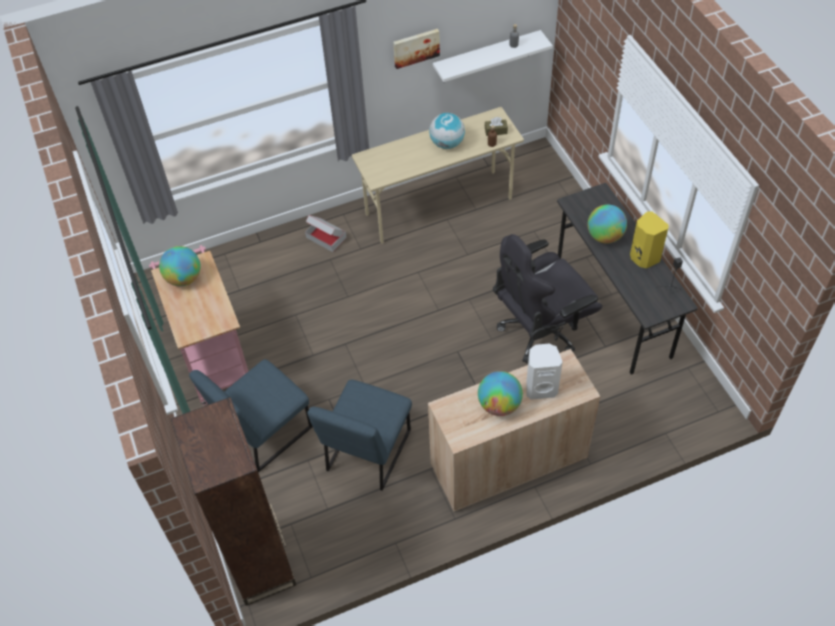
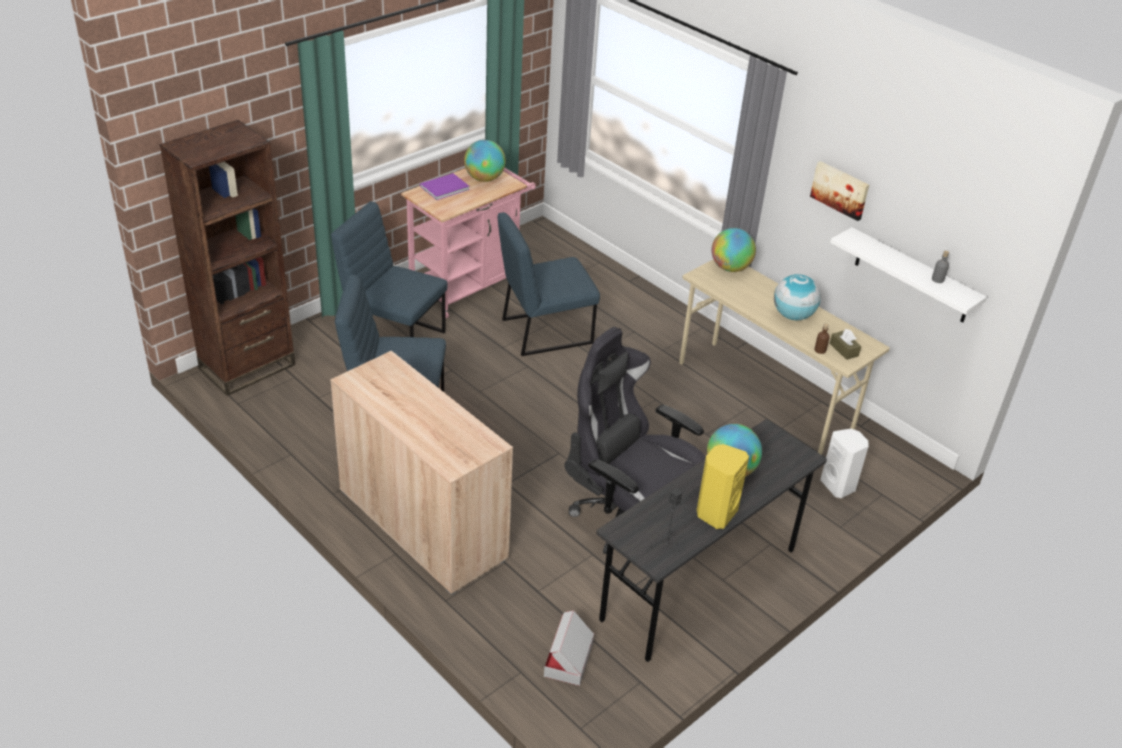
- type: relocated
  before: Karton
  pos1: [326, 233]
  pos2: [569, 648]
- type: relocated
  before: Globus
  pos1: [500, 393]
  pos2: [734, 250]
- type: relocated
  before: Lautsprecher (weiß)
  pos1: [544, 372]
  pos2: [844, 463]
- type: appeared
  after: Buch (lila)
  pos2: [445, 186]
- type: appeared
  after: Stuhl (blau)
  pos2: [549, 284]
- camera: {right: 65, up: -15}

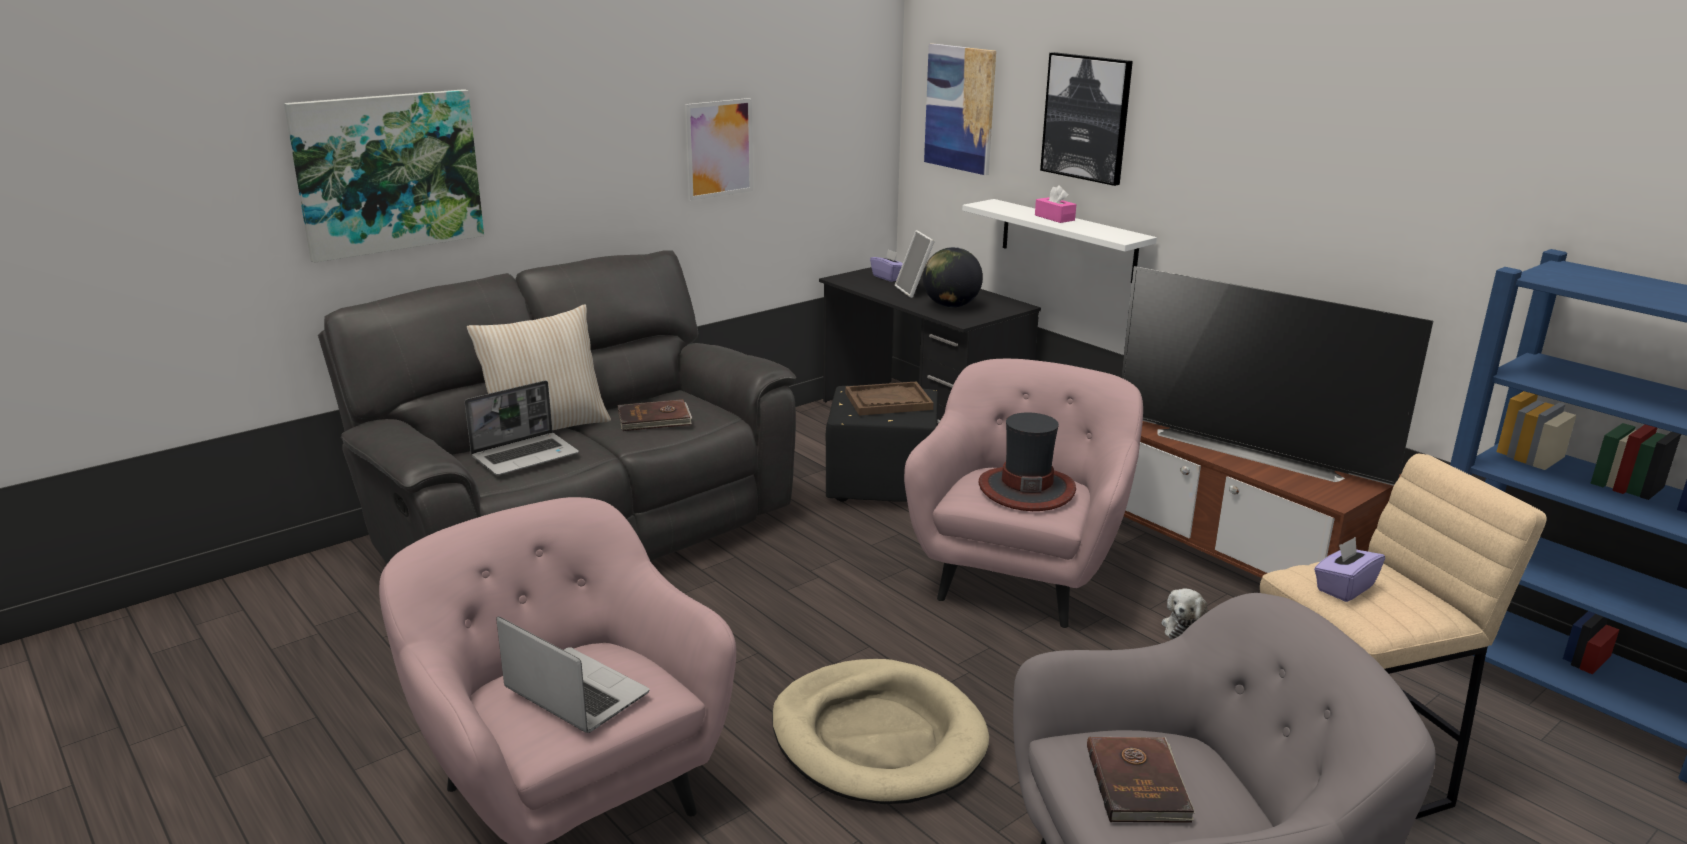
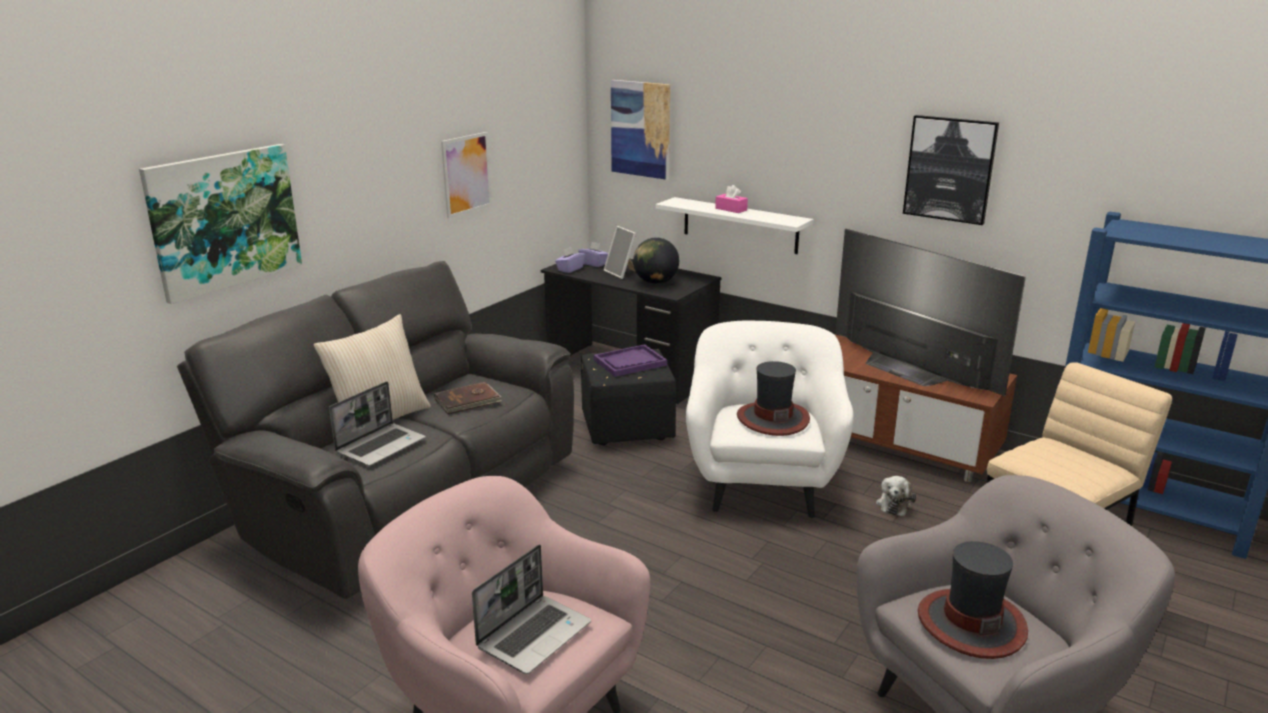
- type: spun
  before: Laptop
  pos1: [572, 674]
  pos2: [531, 609]
  turn: 105
- type: missing
  before: Hundebett (beige)
  pos1: [880, 731]
- type: colour
  before: Tablett (braun)
  after: Tablett (lila)
  pos1: [889, 398]
  pos2: [630, 360]
- type: colour
  before: Sessel (rosa)
  after: Sessel (weiß)
  pos1: [1023, 493]
  pos2: [769, 419]
- type: relocated
  before: Bild
  pos1: [1086, 119]
  pos2: [951, 170]
- type: exchanged
  before: Buch (braun)
  after: Hut
  pos1: [1141, 780]
  pos2: [973, 600]
- type: spun
  before: Fernseher
  pos1: [1277, 376]
  pos2: [931, 312]
  turn: -150
- type: relocated
  before: Taschentuchbox (lila)
  pos1: [1349, 569]
  pos2: [570, 259]
- camera: {right: -15, up: 0}

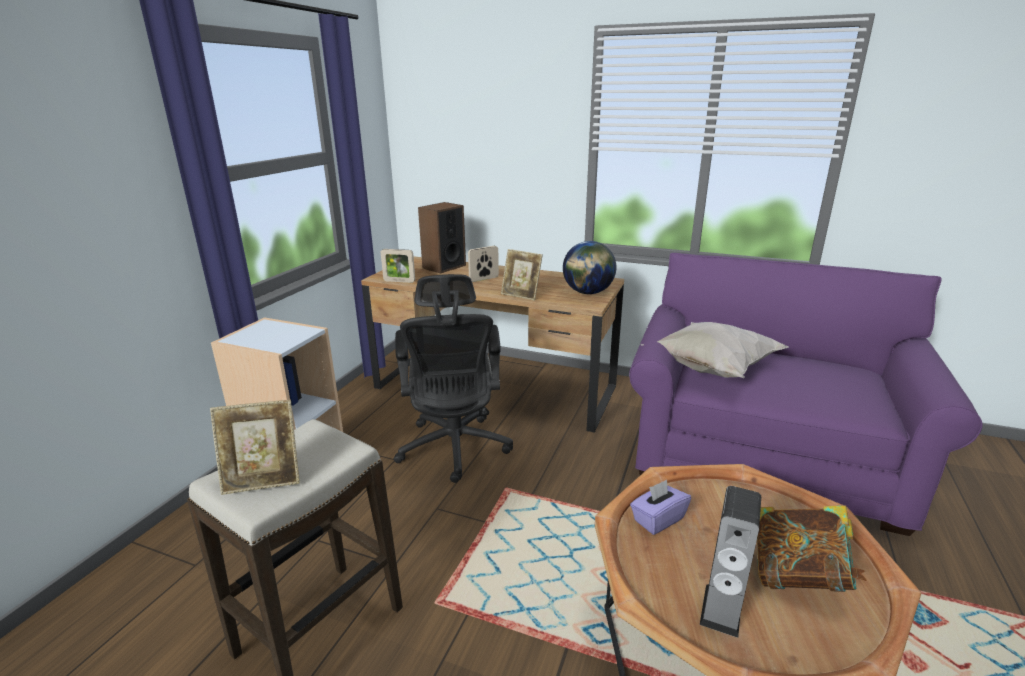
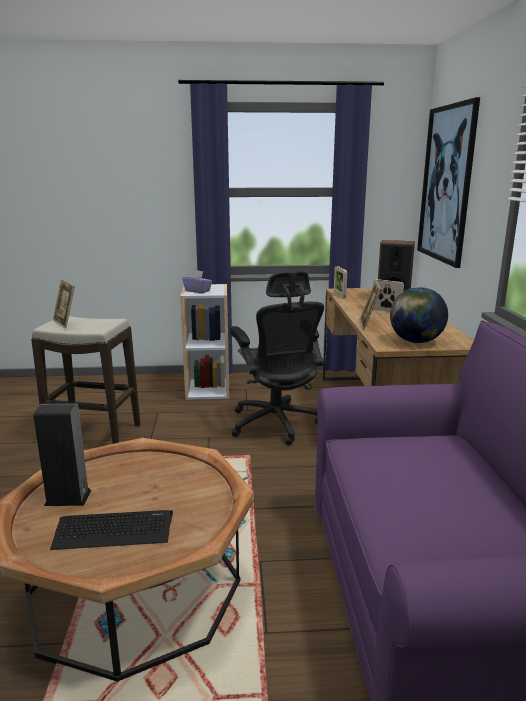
- type: spun
  before: Bürostuhl
  pos1: [453, 378]
  pos2: [277, 358]
  turn: -75
- type: relocated
  before: Taschentuchbox (lila)
  pos1: [660, 507]
  pos2: [197, 281]
- type: missing
  before: Kissen (weiß)
  pos1: [714, 350]
- type: exchanged
  before: Buch
  after: Tastatur
  pos1: [812, 548]
  pos2: [111, 530]
- type: appeared
  after: Bild
  pos2: [448, 182]
- camera: {right: 65, up: -5}

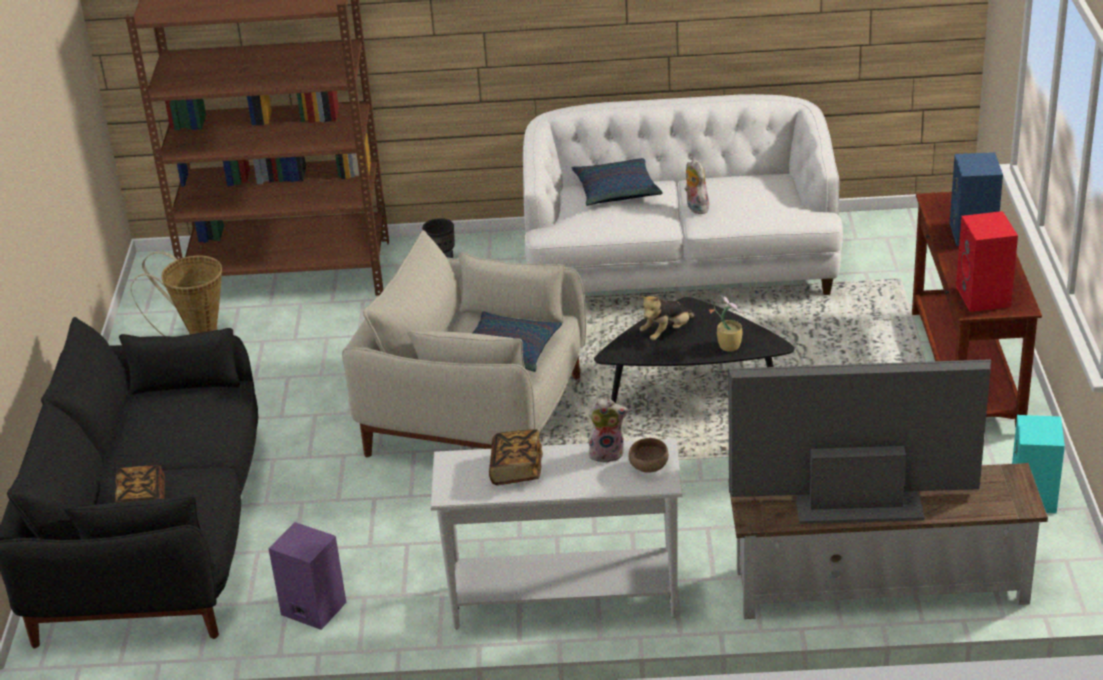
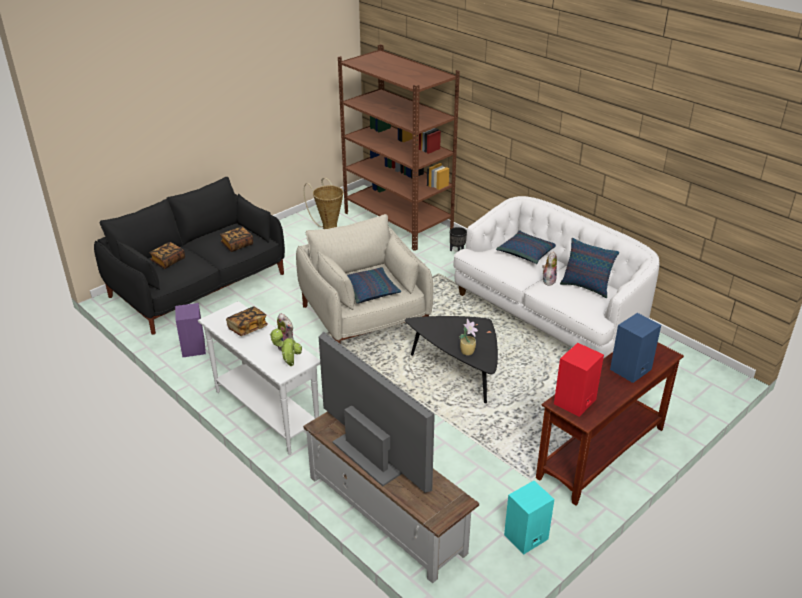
- type: exchanged
  before: Schüssel (braun)
  after: Topfpflanze
  pos1: [649, 455]
  pos2: [286, 347]
- type: missing
  before: Plüschtier
  pos1: [668, 318]
- type: appeared
  after: Buch
  pos2: [236, 239]
- type: appeared
  after: Kissen (blau)
  pos2: [589, 268]
- camera: {right: 45, up: 0}

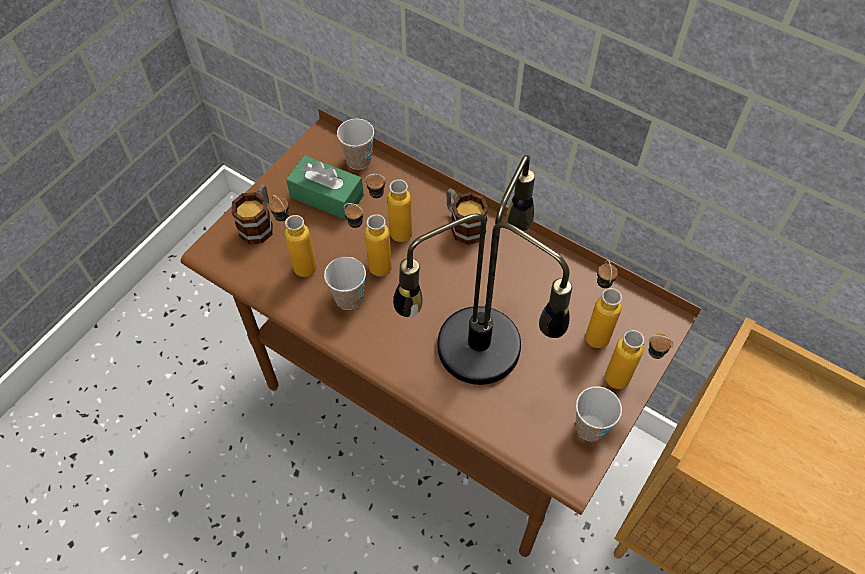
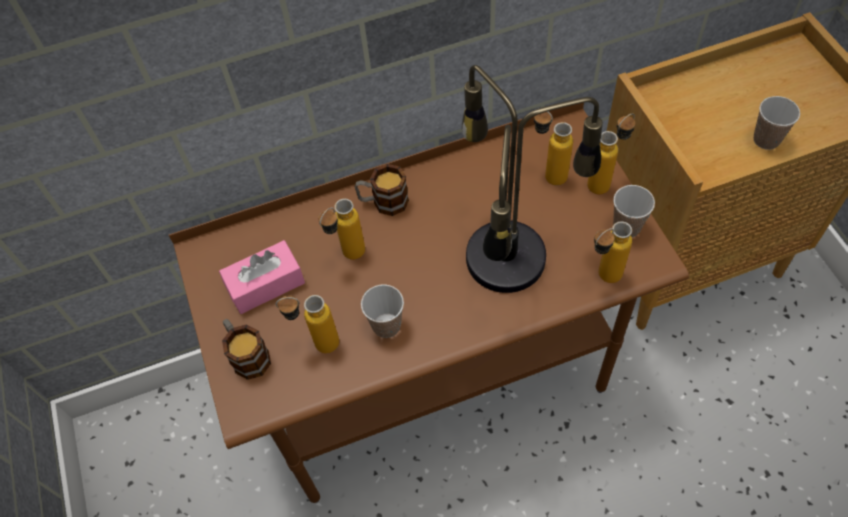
- type: colour
  before: Taschentuchbox (grün)
  after: Taschentuchbox (rosa)
  pos1: [325, 187]
  pos2: [262, 277]
- type: relocated
  before: Tasse
  pos1: [355, 144]
  pos2: [777, 123]
- type: relocated
  before: Flasche
  pos1: [368, 239]
  pos2: [613, 252]
- camera: {right: -50, up: 0}

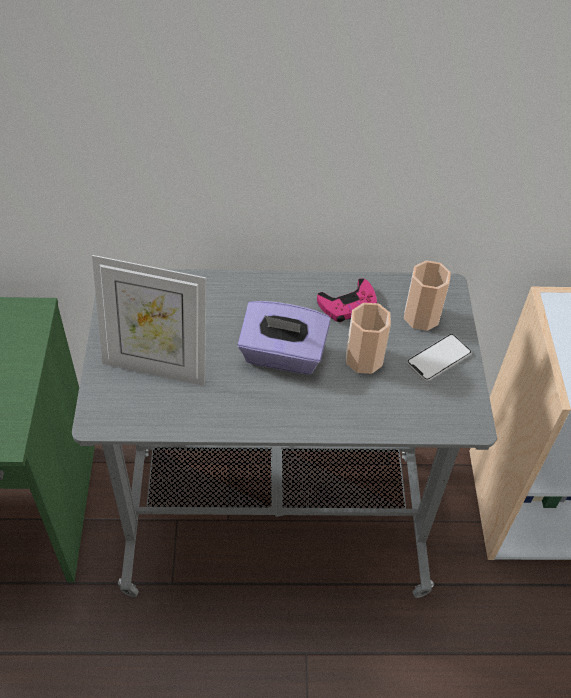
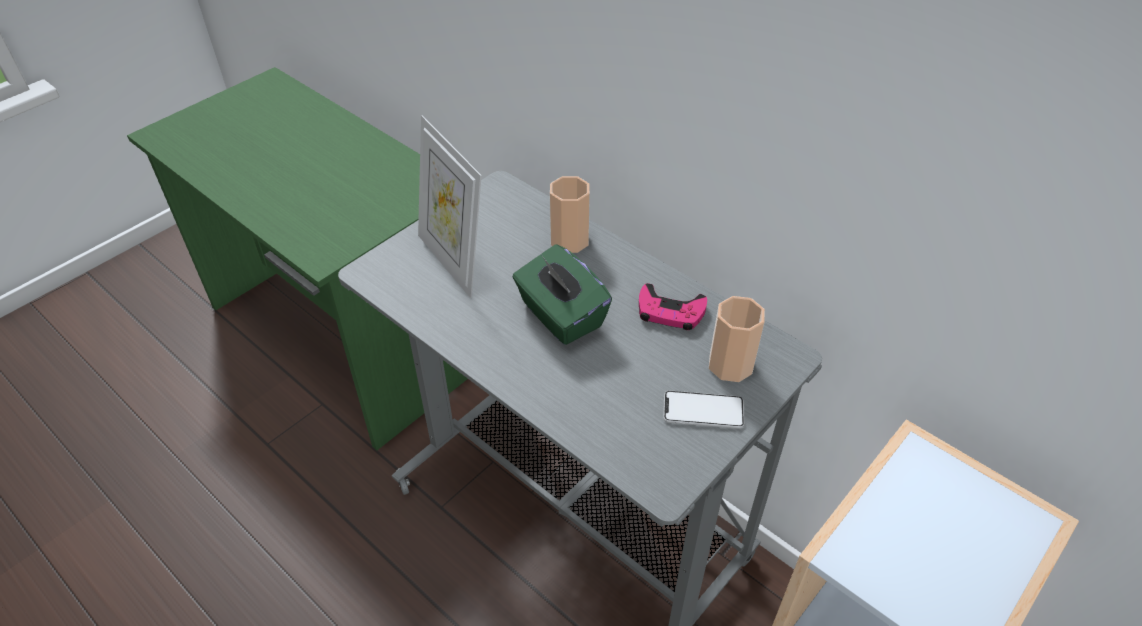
- type: colour
  before: Taschentuchbox (lila)
  after: Taschentuchbox (grün)
  pos1: [284, 338]
  pos2: [562, 294]
- type: relocated
  before: Tasse
  pos1: [368, 338]
  pos2: [570, 214]
- camera: {right: 45, up: -5}

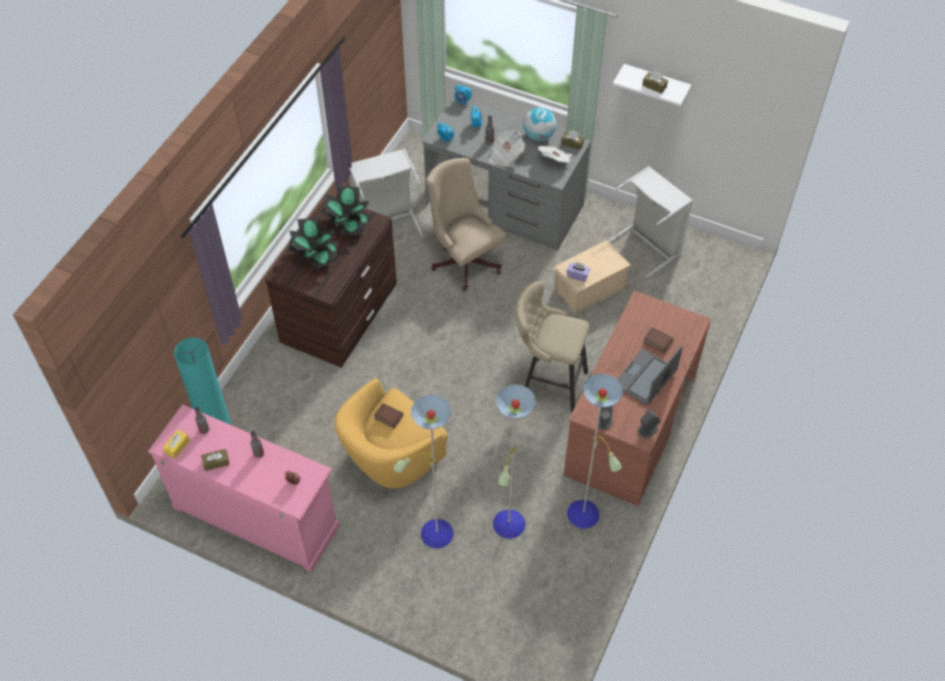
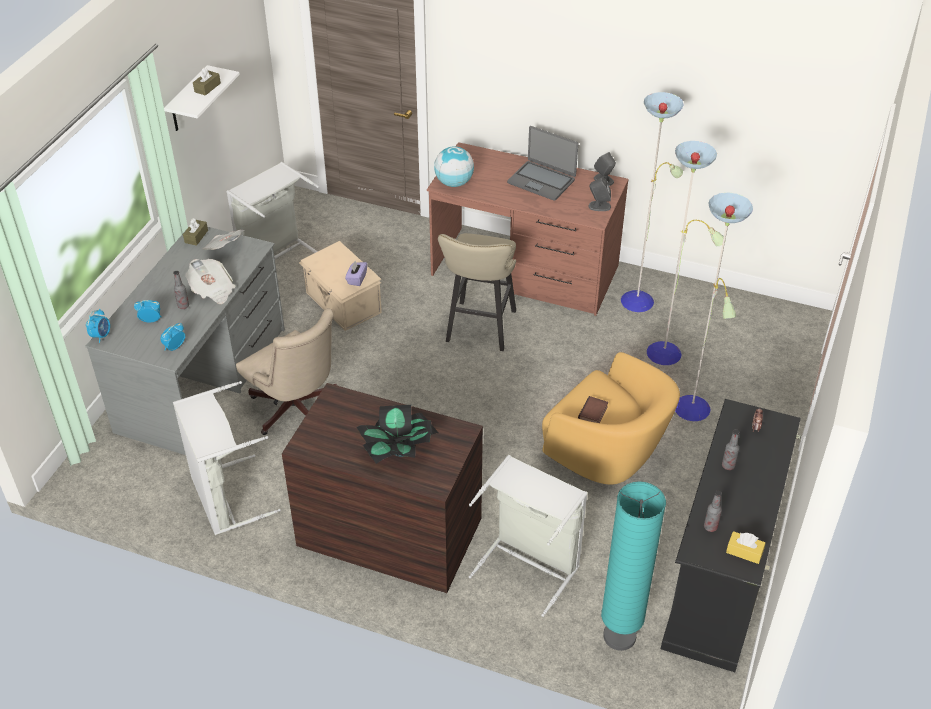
- type: colour
  before: Schrank (rosa)
  after: Schrank (schwarz)
  pos1: [244, 488]
  pos2: [731, 535]
- type: missing
  before: Taschentuchbox (braun)
  pos1: [215, 460]
- type: missing
  before: Topfpflanze
  pos1: [346, 210]
- type: spun
  before: Bürostuhl (beige)
  pos1: [466, 224]
  pos2: [287, 371]
  turn: -90
- type: relocated
  before: Globus
  pos1: [539, 124]
  pos2: [454, 167]
- type: missing
  before: Buch
  pos1: [658, 340]
- type: appeared
  after: Wäschekorb (grau)
  pos2: [528, 536]
- camera: {right: -95, up: -10}

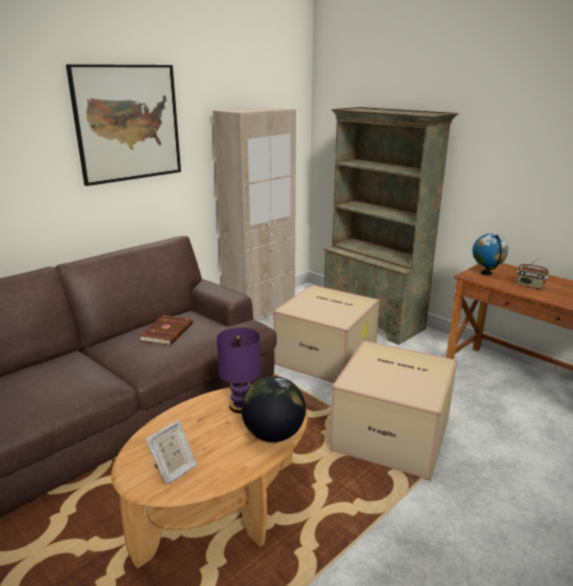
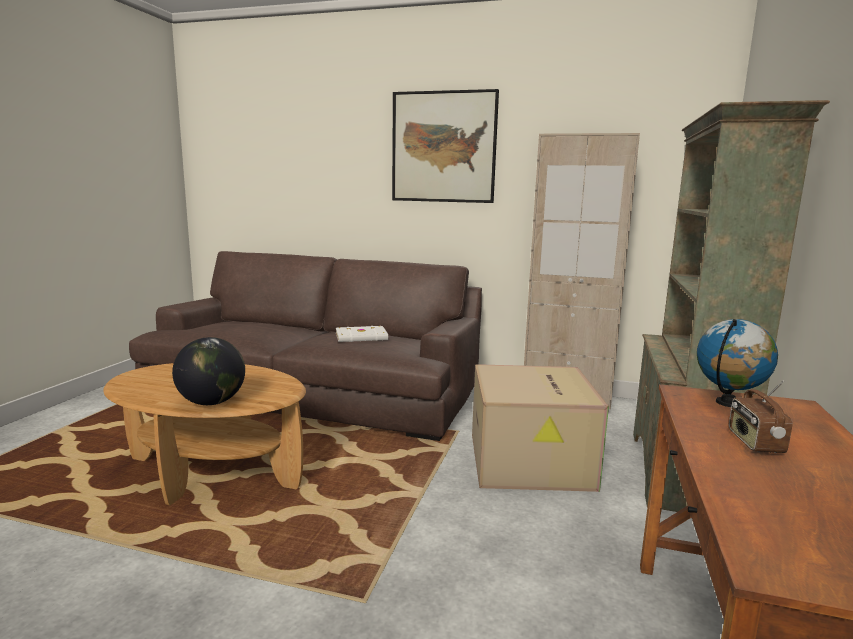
- type: colour
  before: Buch (braun)
  after: Buch (weiß)
  pos1: [166, 330]
  pos2: [362, 334]
- type: missing
  before: Bilderrahmen
  pos1: [171, 452]
- type: missing
  before: Tischlampe (lila)
  pos1: [239, 370]
- type: missing
  before: Karton
  pos1: [393, 410]
- camera: {right: 60, up: -10}

